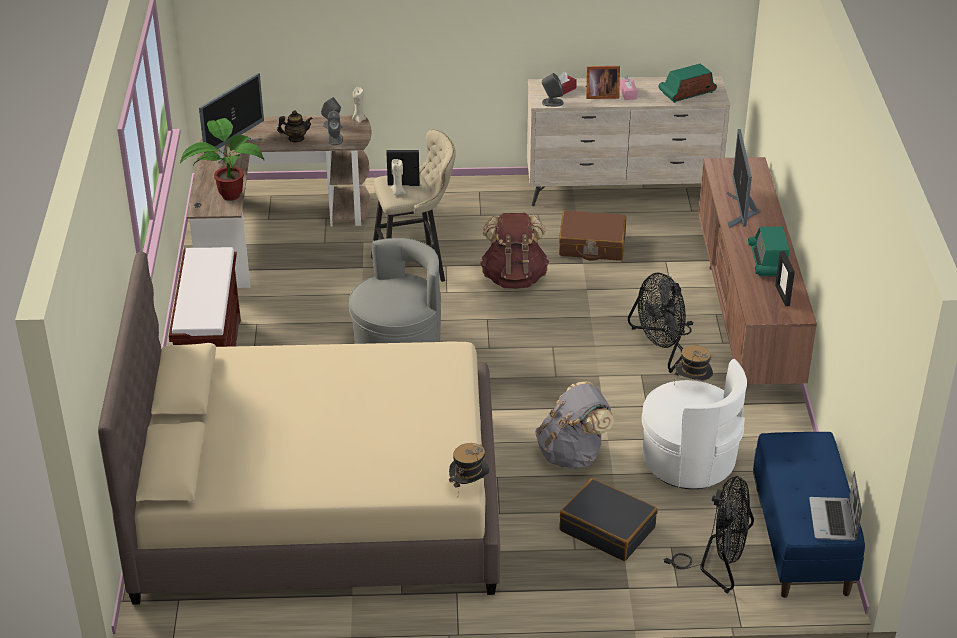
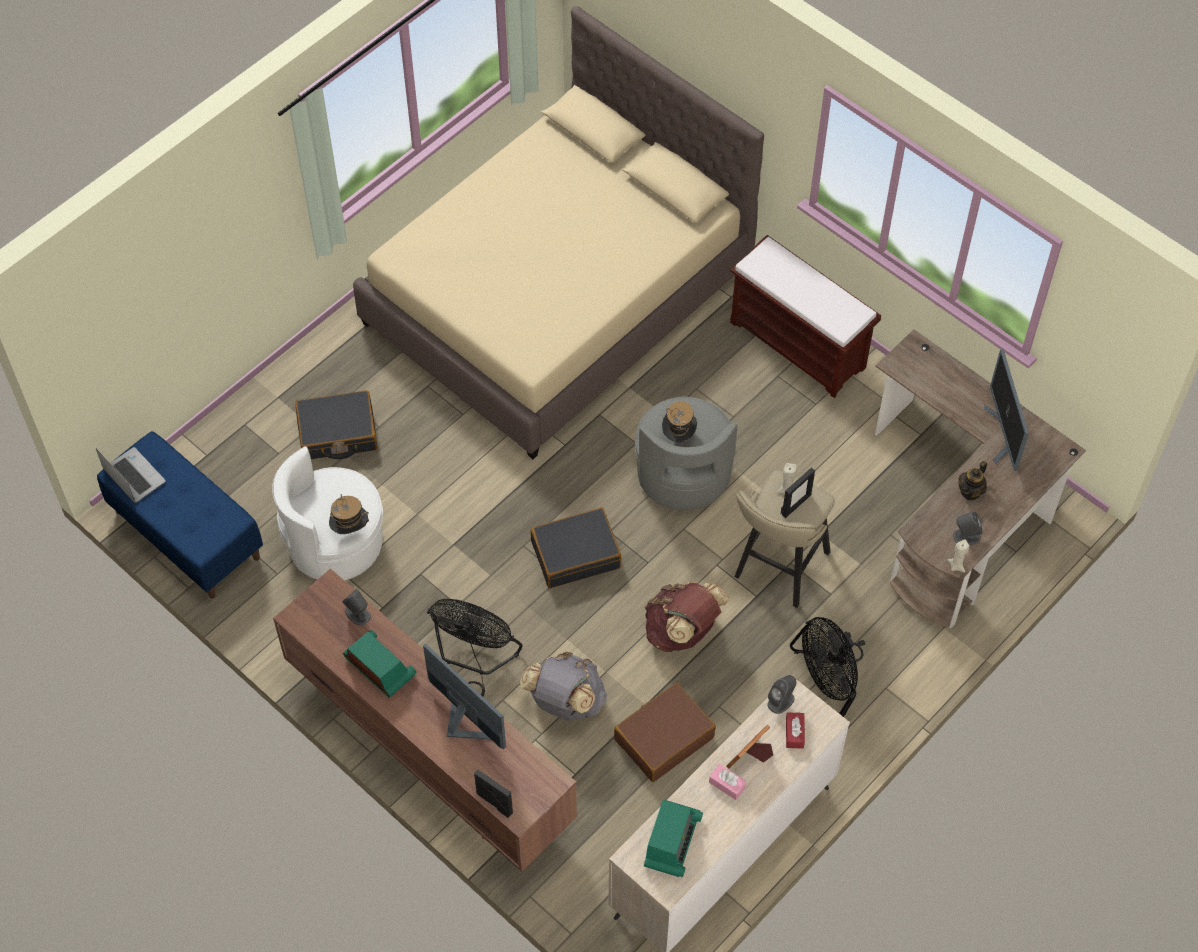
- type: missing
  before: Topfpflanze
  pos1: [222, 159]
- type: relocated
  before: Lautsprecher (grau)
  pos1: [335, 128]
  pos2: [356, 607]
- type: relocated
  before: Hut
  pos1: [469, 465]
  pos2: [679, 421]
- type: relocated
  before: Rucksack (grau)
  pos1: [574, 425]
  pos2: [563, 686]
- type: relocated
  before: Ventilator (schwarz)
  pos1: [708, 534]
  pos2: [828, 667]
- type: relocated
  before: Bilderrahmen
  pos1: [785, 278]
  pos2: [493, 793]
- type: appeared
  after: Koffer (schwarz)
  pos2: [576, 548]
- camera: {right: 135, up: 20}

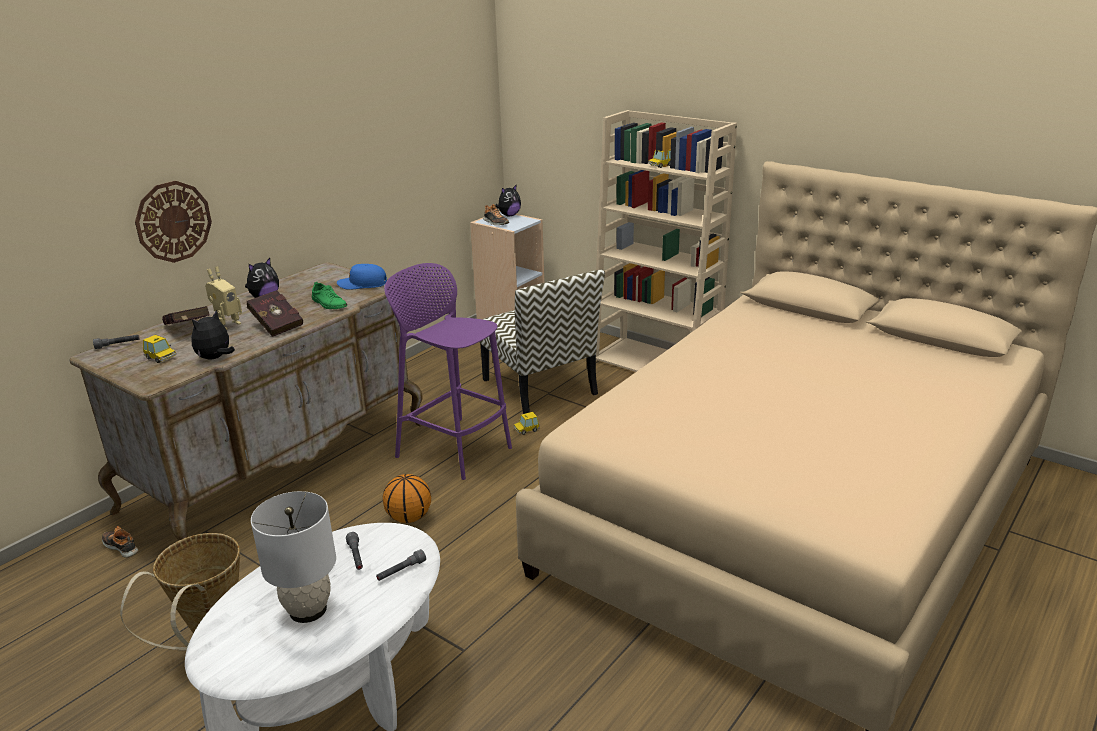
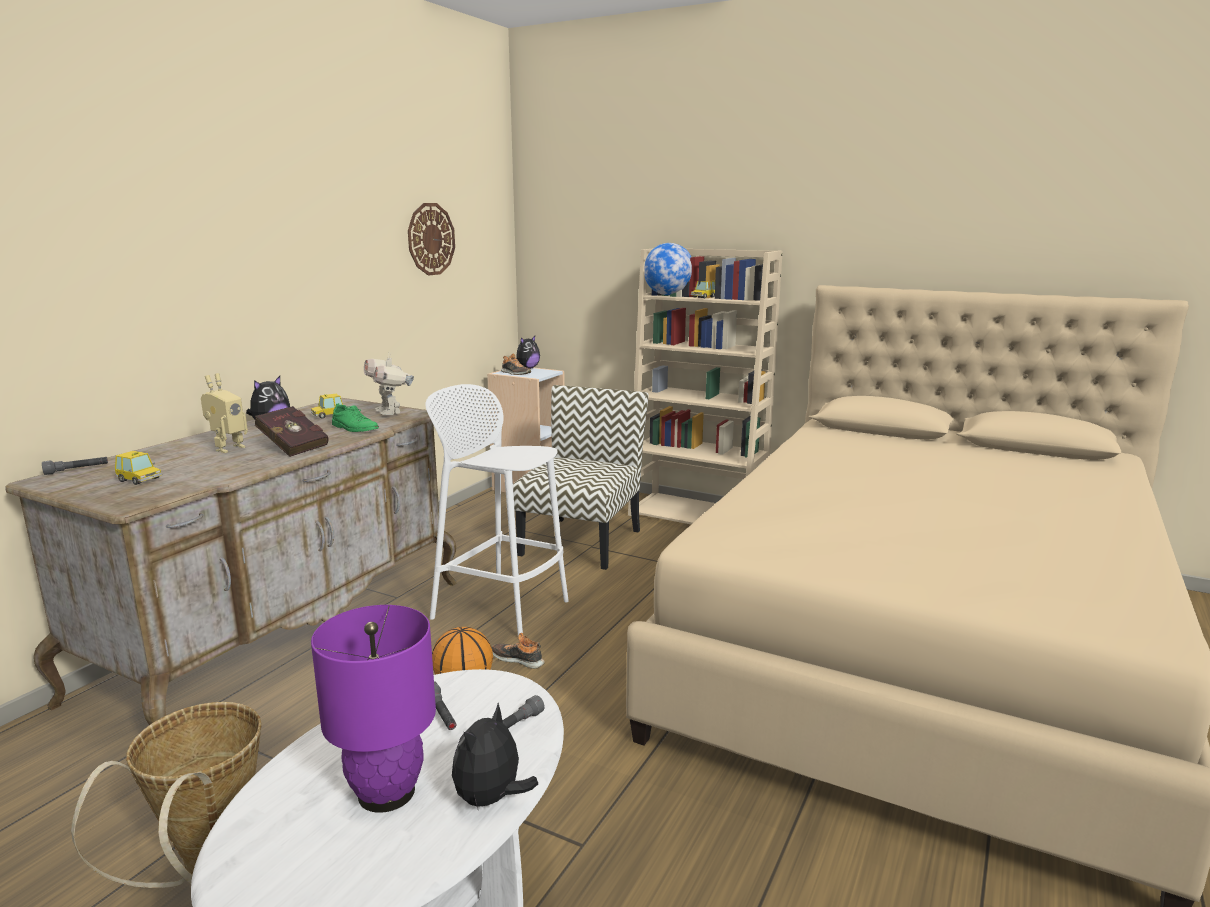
- type: relocated
  before: Schuh
  pos1: [120, 542]
  pos2: [518, 651]
- type: relocated
  before: Wanduhr
  pos1: [173, 222]
  pos2: [431, 239]
- type: missing
  before: Buch (rot)
  pos1: [186, 315]
- type: relocated
  before: Plüschtier
  pos1: [213, 335]
  pos2: [495, 755]
- type: colour
  before: Tischlampe (weiß)
  after: Tischlampe (lila)
  pos1: [293, 557]
  pos2: [373, 709]
- type: exchanged
  before: Kappe (blau)
  after: Spielzeugroboter
  pos1: [362, 277]
  pos2: [389, 384]
- type: colour
  before: Hocker (lila)
  after: Hocker (weiß)
  pos1: [448, 371]
  pos2: [497, 510]
- type: spun
  before: Stuhl
  pos1: [542, 341]
  pos2: [580, 477]
  turn: -120
- type: relocated
  before: Spielzeugauto
  pos1: [527, 423]
  pos2: [327, 406]
- type: appeared
  after: Globus
  pos2: [668, 269]
- camera: {right: -10, up: -10}

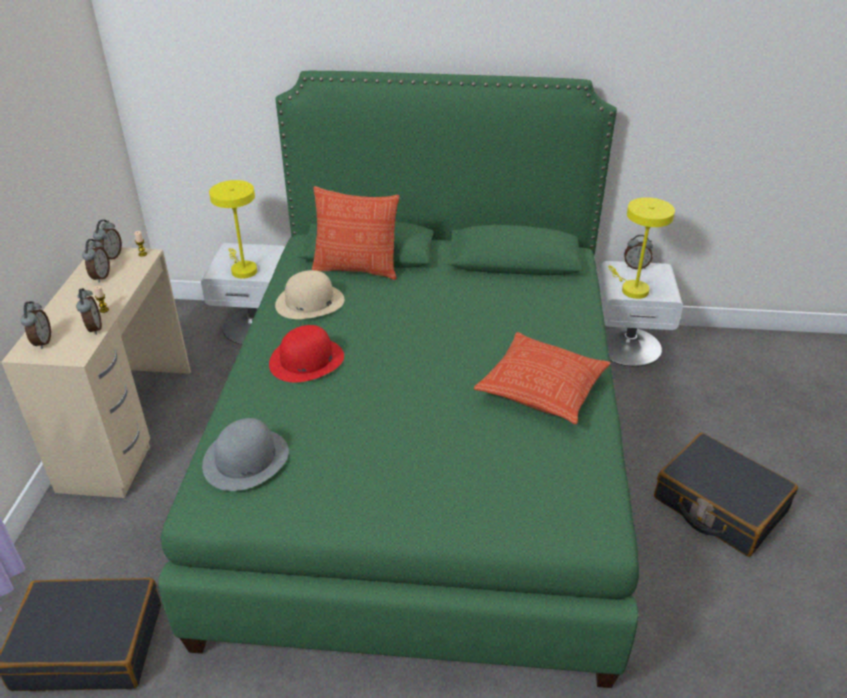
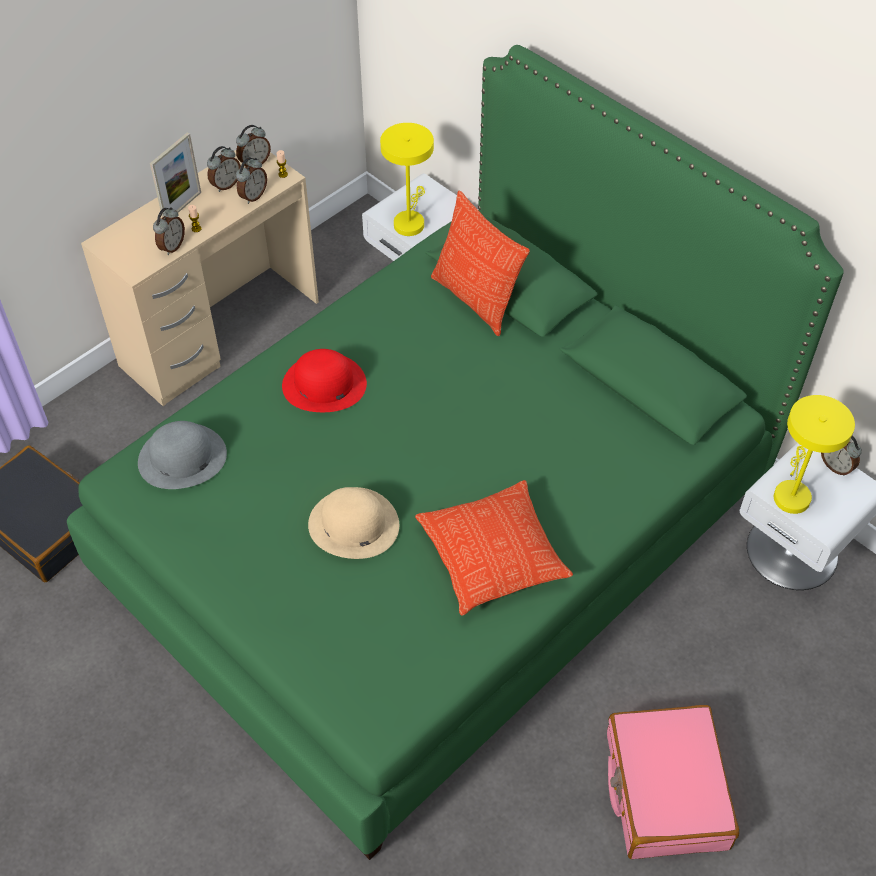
- type: relocated
  before: Wecker
  pos1: [35, 325]
  pos2: [251, 180]
- type: relocated
  before: Hut (beige)
  pos1: [309, 294]
  pos2: [353, 523]
- type: colour
  before: Koffer (schwarz)
  after: Koffer (rosa)
  pos1: [726, 495]
  pos2: [673, 782]
- type: appeared
  after: Bilderrahmen
  pos2: [175, 175]
- camera: {right: 40, up: 15}

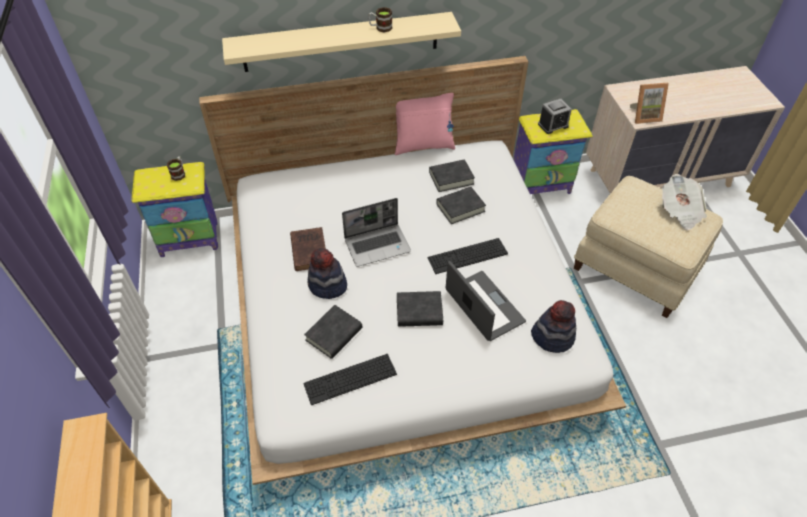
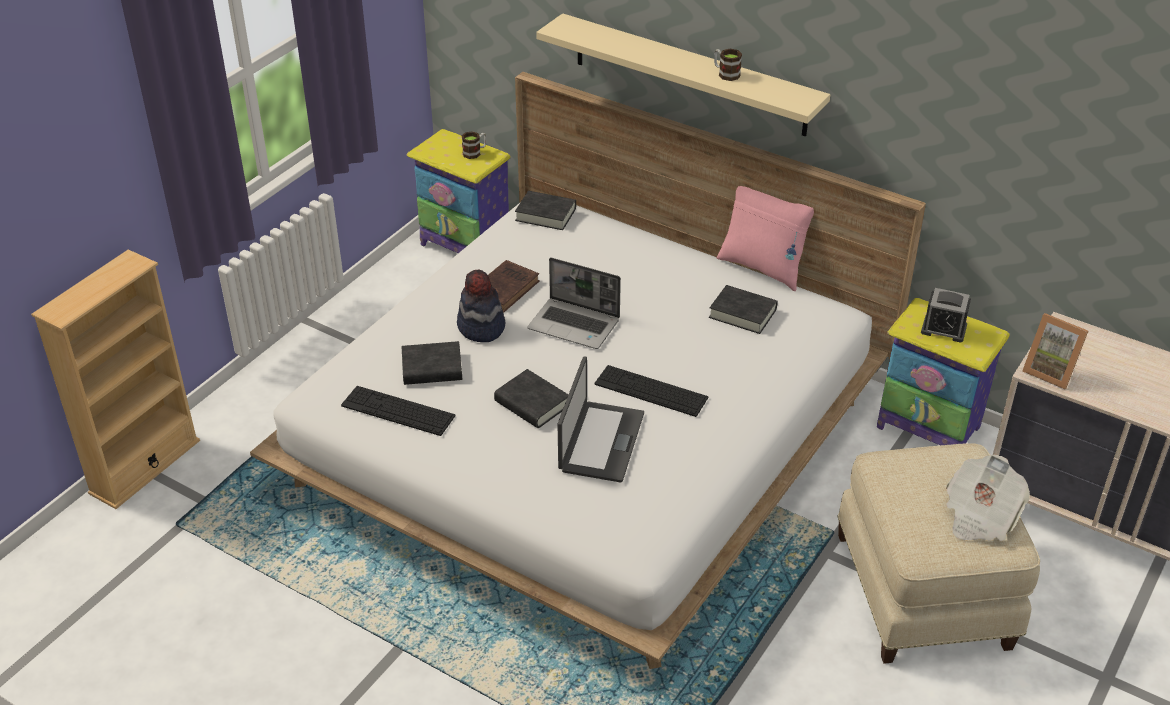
- type: relocated
  before: Buch (schwarz)
  pos1: [461, 205]
  pos2: [545, 210]
- type: missing
  before: Hut
  pos1: [553, 326]
- camera: {right: 45, up: -10}

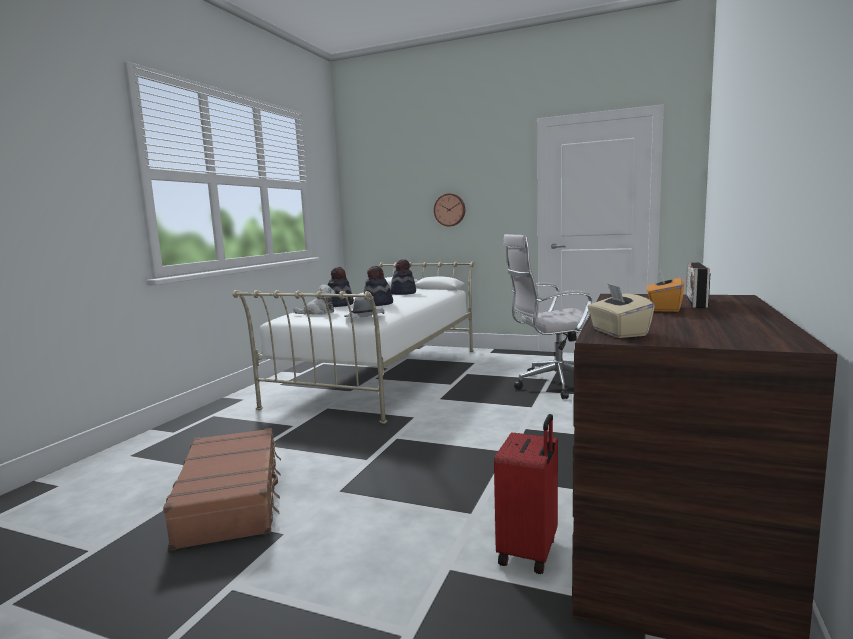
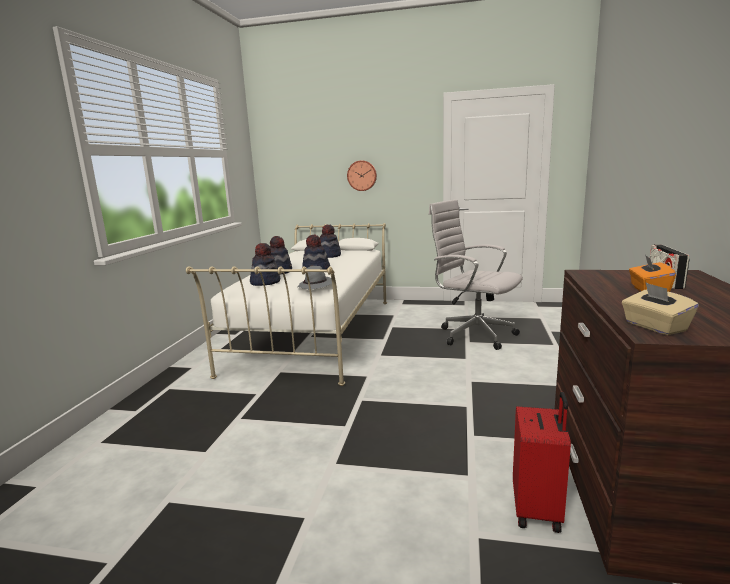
- type: missing
  before: Koffer (braun)
  pos1: [222, 489]
- type: exchanged
  before: Plüschtier
  after: Hut
  pos1: [314, 300]
  pos2: [265, 264]
- type: spun
  before: Bürostuhl (weiß)
  pos1: [547, 316]
  pos2: [476, 274]
  turn: 60
- camera: {right: -10, up: 5}

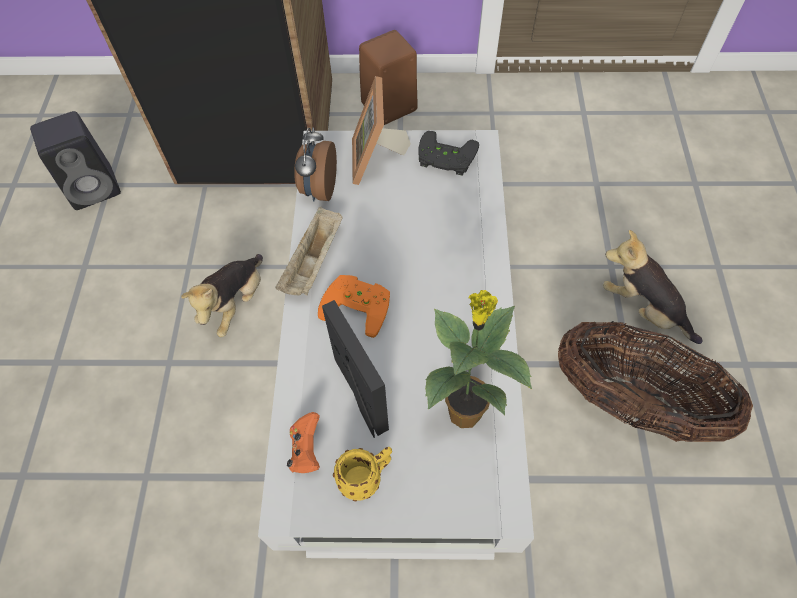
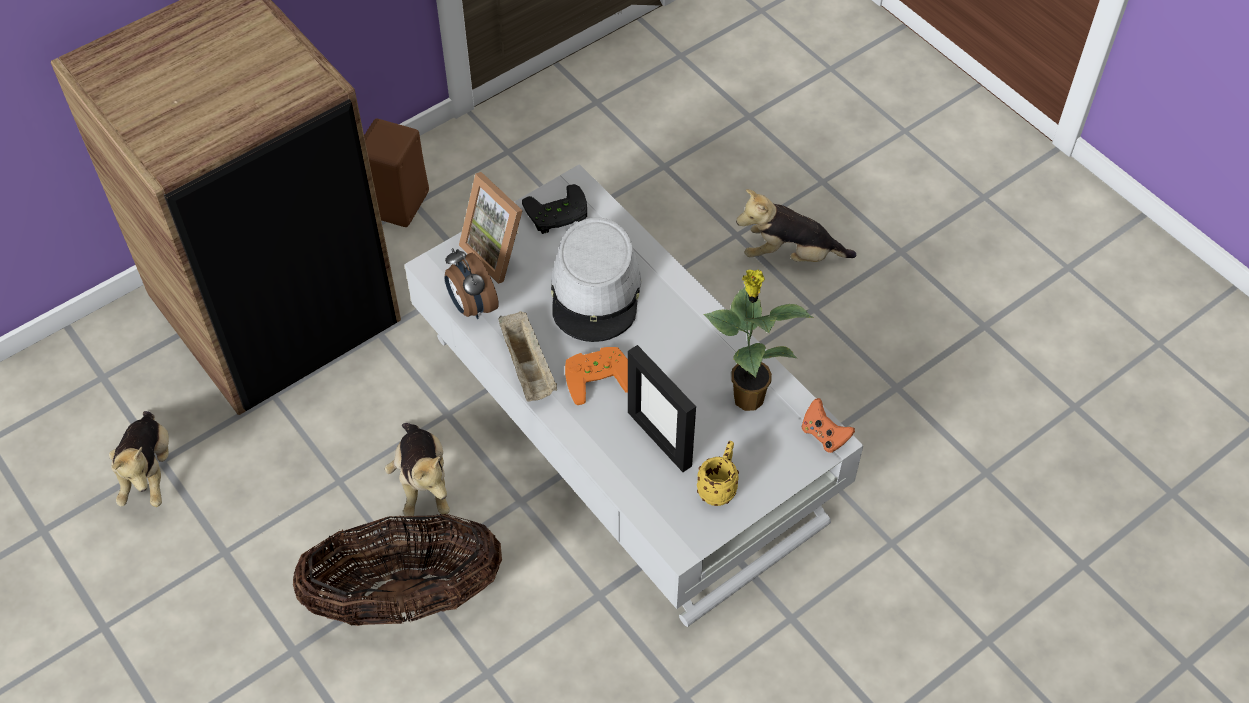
- type: exchanged
  before: Lautsprecher (schwarz)
  after: Plüschtier
  pos1: [75, 160]
  pos2: [139, 459]
- type: relocated
  before: Gamepad (orange)
  pos1: [303, 442]
  pos2: [828, 425]
- type: spun
  before: Bilderrahmen
  pos1: [355, 369]
  pos2: [662, 408]
  turn: -150
- type: relocated
  before: Korb
  pos1: [655, 381]
  pos2: [397, 570]
- type: appeared
  after: Hut (grau)
  pos2: [596, 279]
- camera: {right: -40, up: -5}

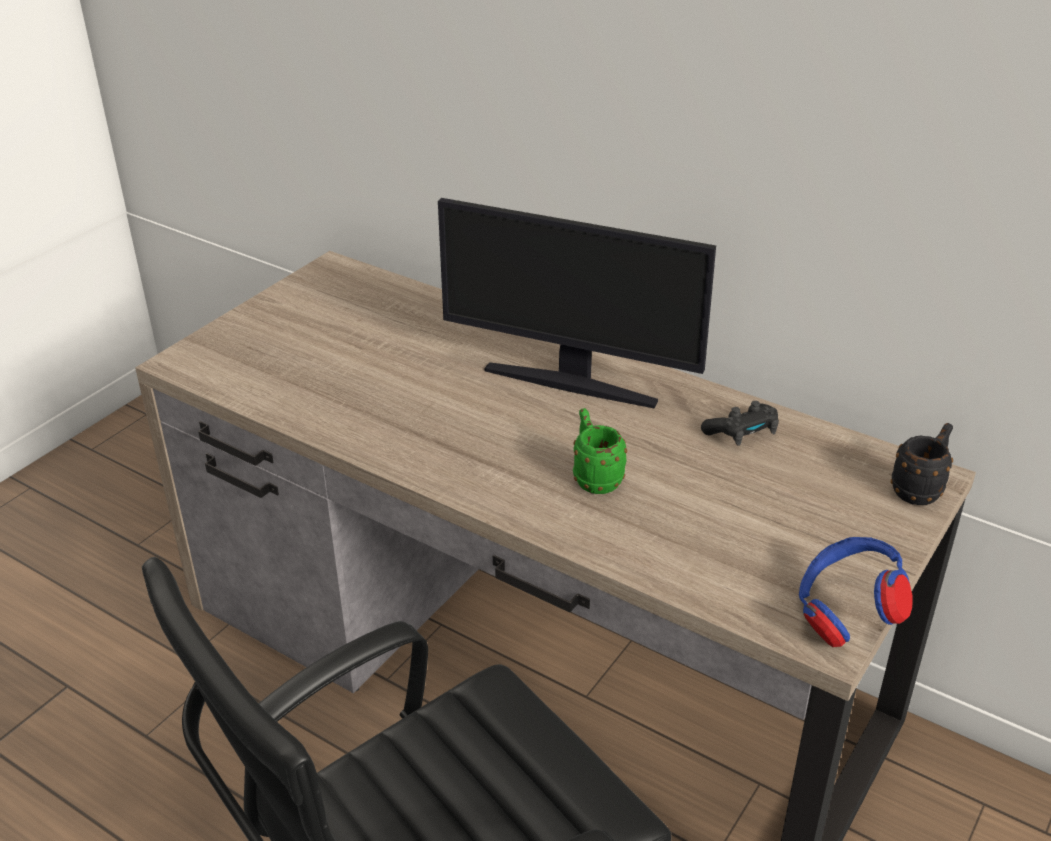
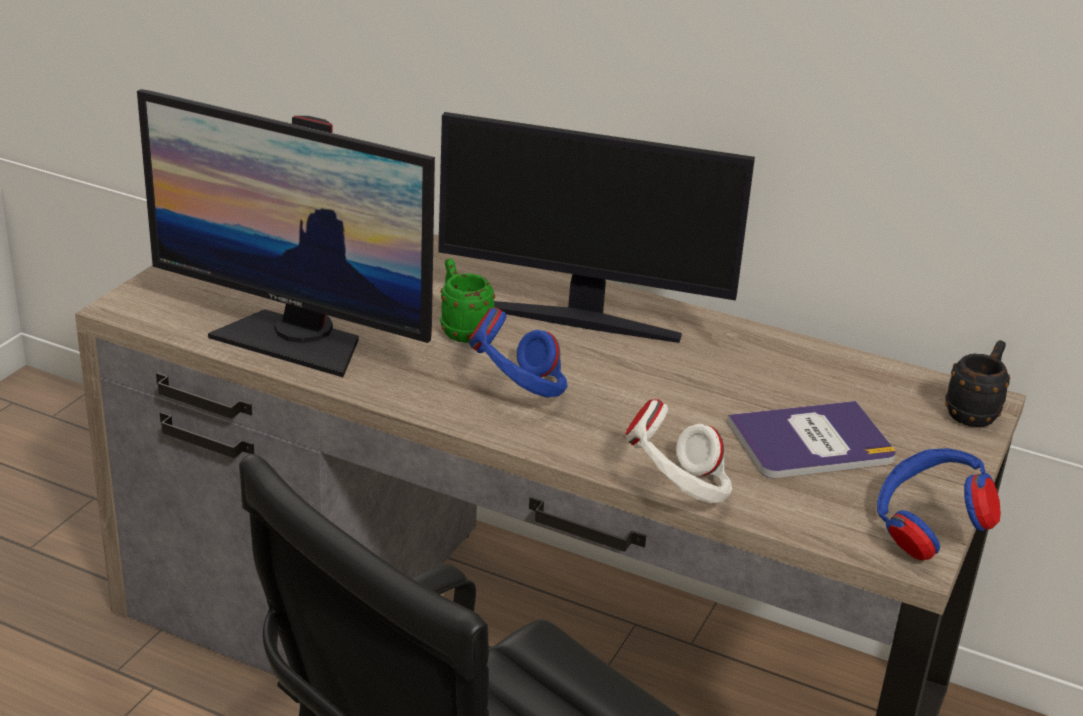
- type: relocated
  before: Henkelbecher (grün)
  pos1: [600, 451]
  pos2: [467, 300]
- type: missing
  before: Gamepad (schwarz)
  pos1: [740, 423]
- type: appeared
  after: Monitor
  pos2: [286, 233]
- type: appeared
  after: Kopfhörer (blau)
  pos2: [518, 353]
- type: appeared
  after: Kopfhörer (weiß)
  pos2: [679, 451]
- type: appeared
  after: Buch
  pos2: [811, 440]
- camera: {right: -10, up: -5}

